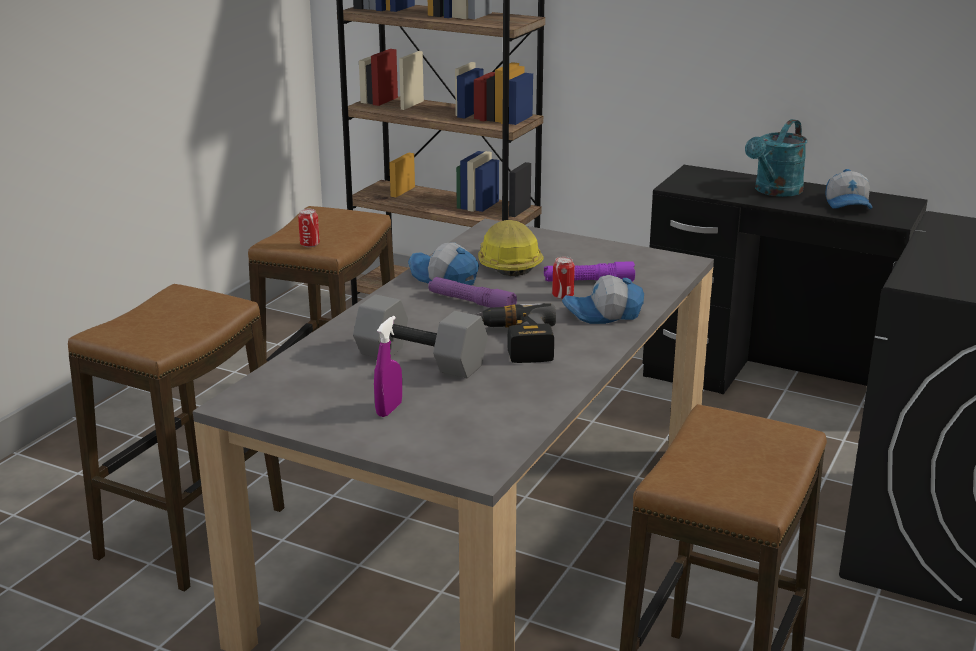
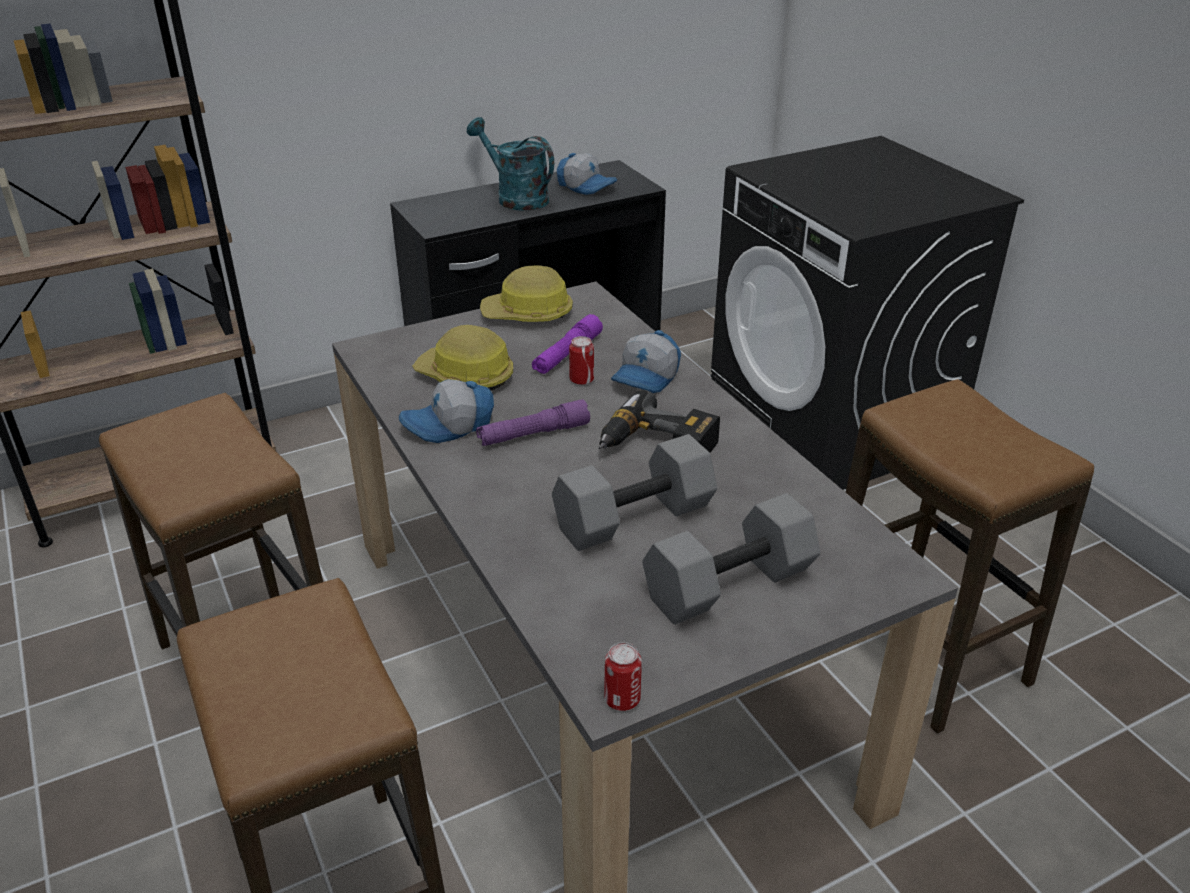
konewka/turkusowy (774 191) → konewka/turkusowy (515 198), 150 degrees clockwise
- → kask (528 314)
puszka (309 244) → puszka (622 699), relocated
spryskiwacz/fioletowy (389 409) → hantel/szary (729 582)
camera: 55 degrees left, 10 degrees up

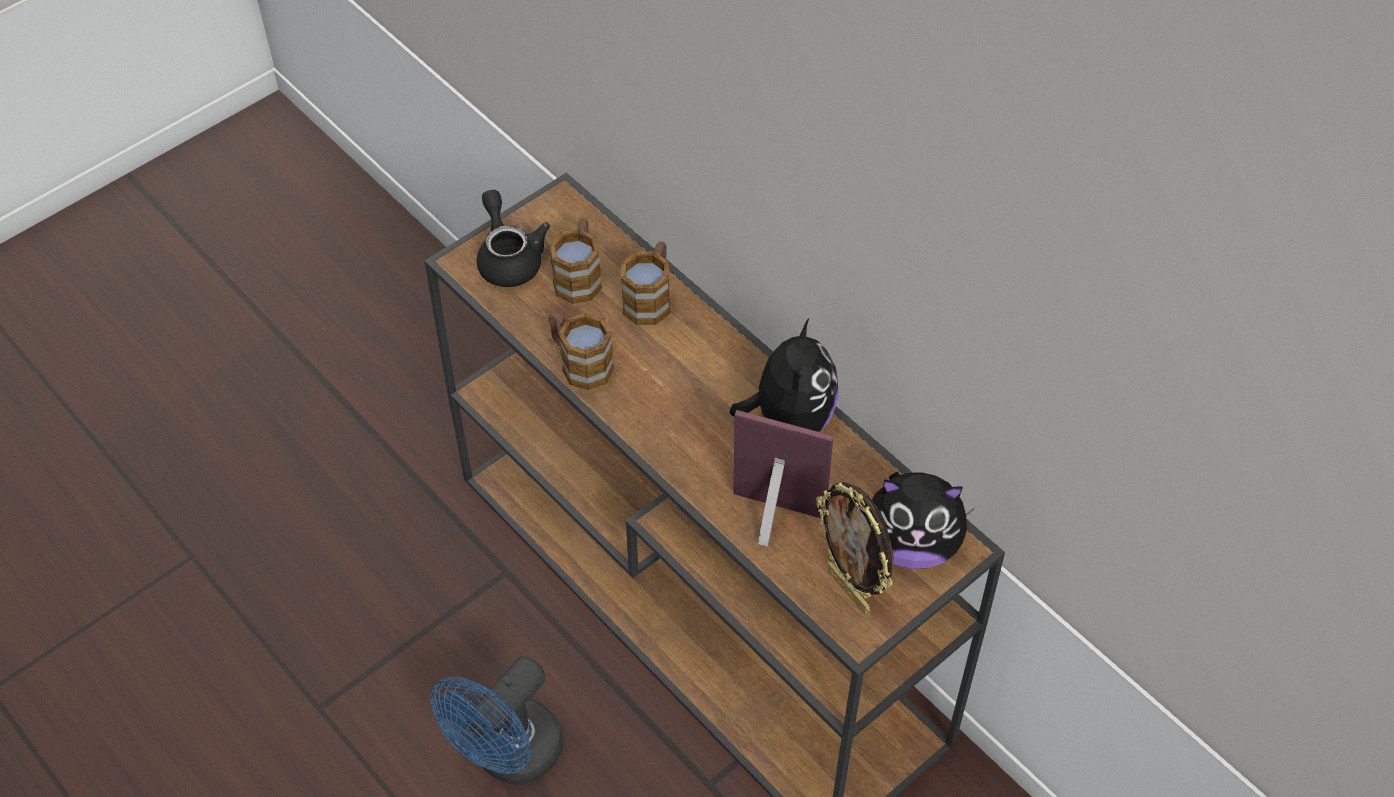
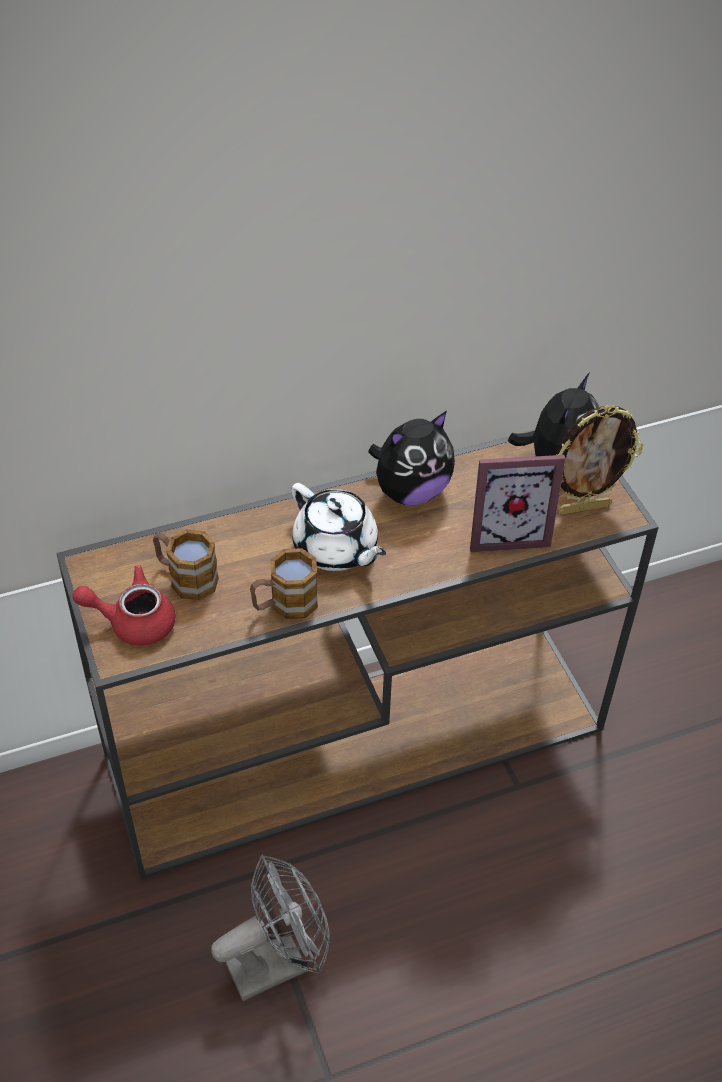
imbryk/czarny (509 257) → imbryk/czerwony (133 621)
- → wentylator/szary (278 962)
- → imbryk/biały (336 549)
pluszak (789 419) → pluszak (410 491), 120 degrees clockwise
ramka na zdjęcie (772 524) → ramka na zdjęcie (506 532), 135 degrees counterclockwise
wentylator/niebieski (509 757) → -
kubek (650 298) → -
camera: 70 degrees left, 5 degrees down

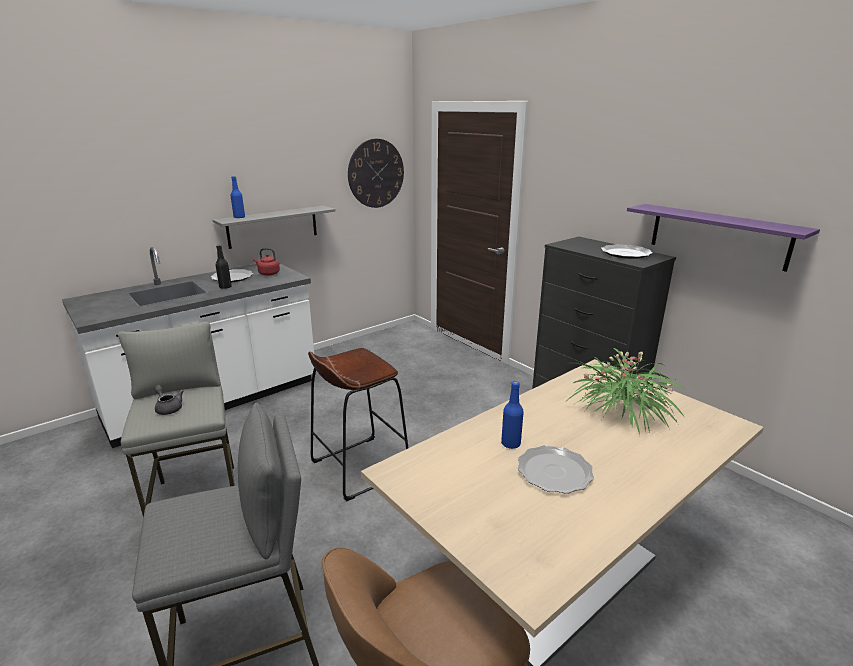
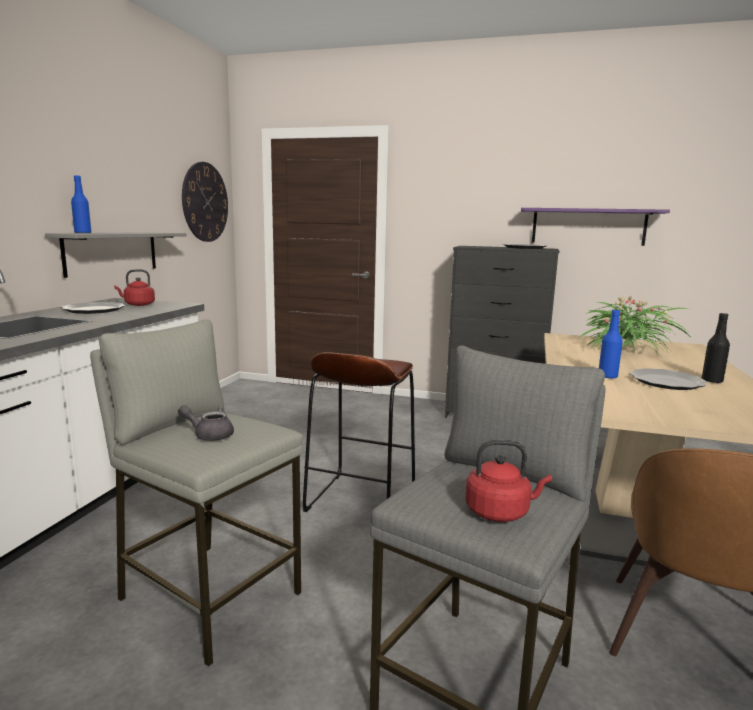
- → czajnik/czerwony (500 512)
butelka/czarny (225 287) → butelka/czarny (712 381), relocated
camera: 35 degrees left, 10 degrees down

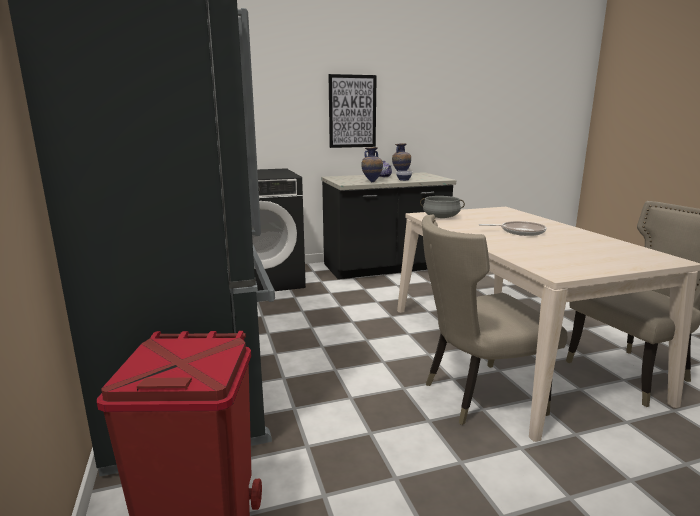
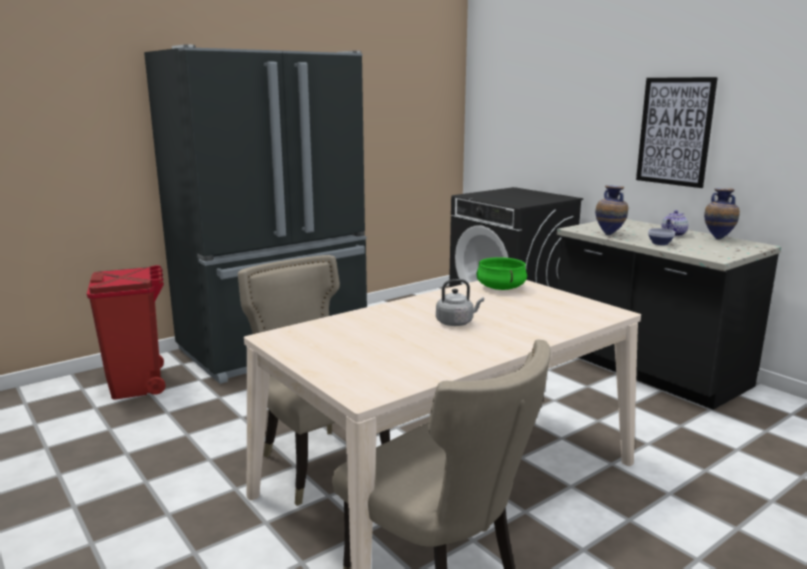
patelnia (519 232) → czajnik/szary (456 322)
garnek/szary (441 217) → garnek/zielony (501 288)
camera: 70 degrees right, 0 degrees up

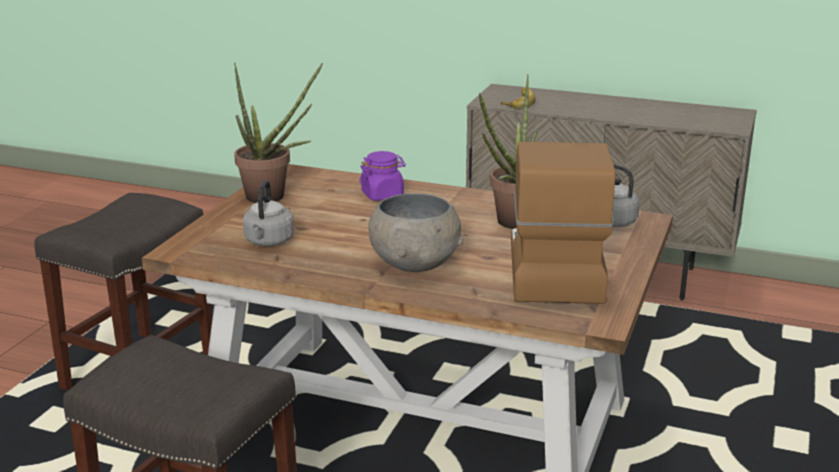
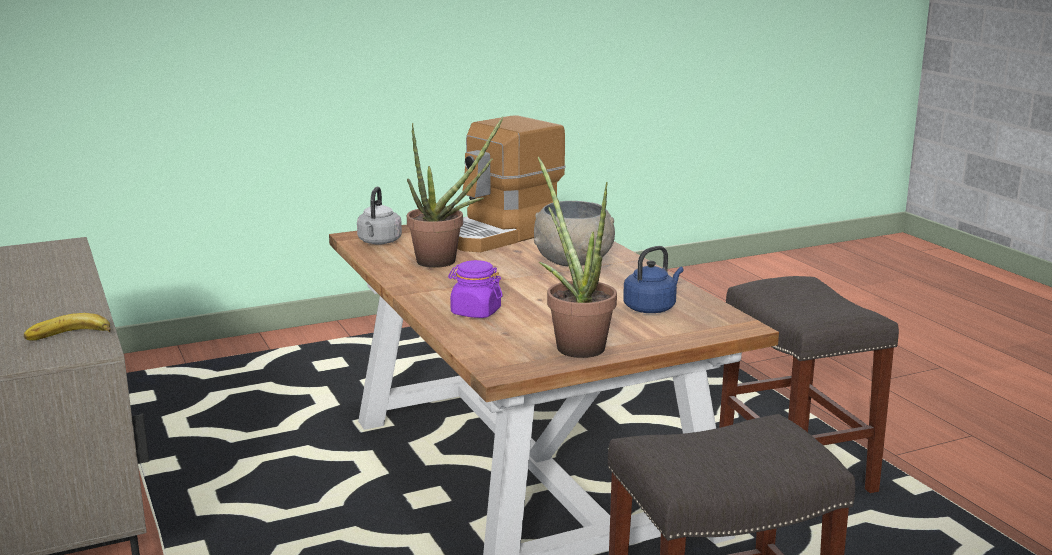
czajnik/szary (268 242) → czajnik/niebieski (651 308)
camera: 135 degrees left, 5 degrees down

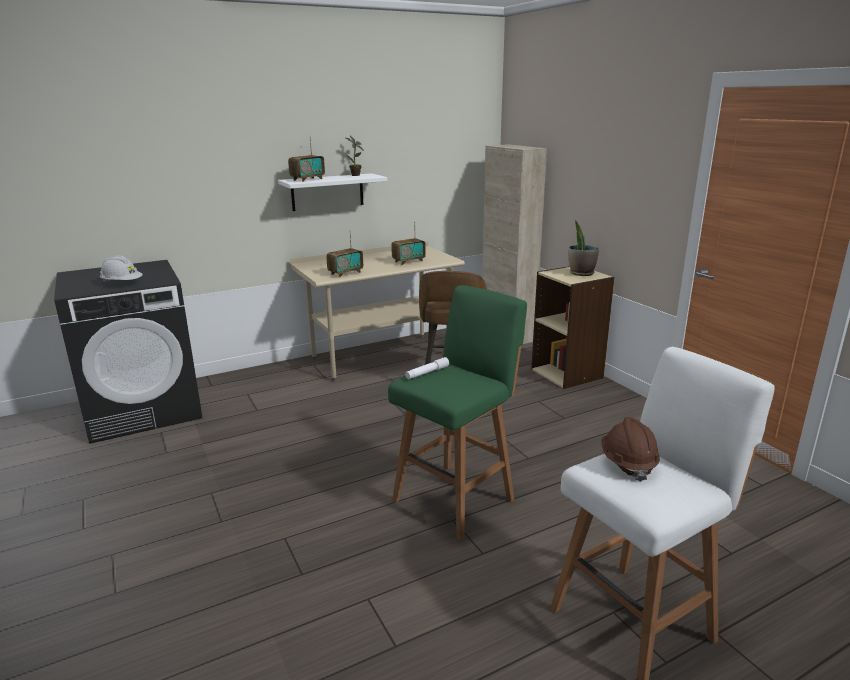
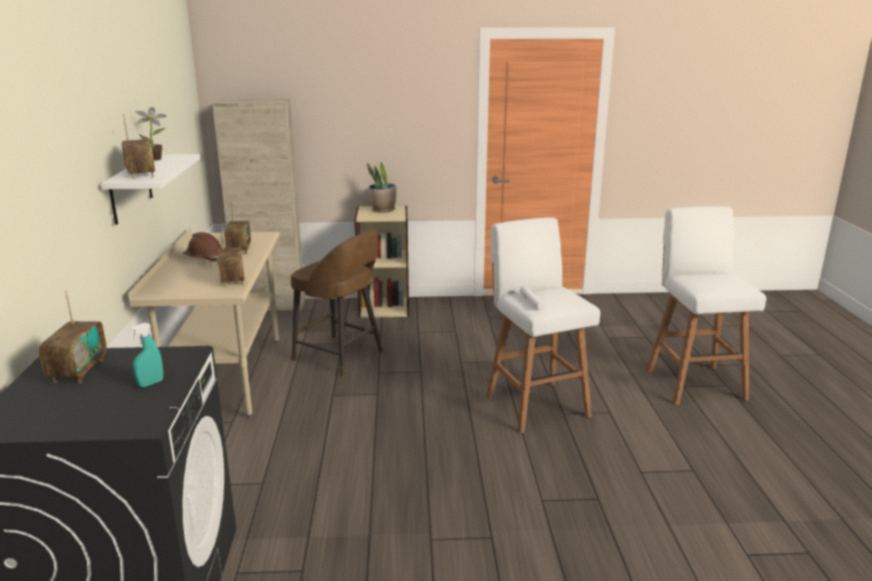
- → radio (78 371)
kask/biały (122 283) → spryskiwacz/turkusowy (150 383)
kask/brązowy (627 463) → kask/brązowy (204 260), relocated
stołek/zielony (456 498) → stołek/biały (535 404)
camera: 65 degrees left, 0 degrees up

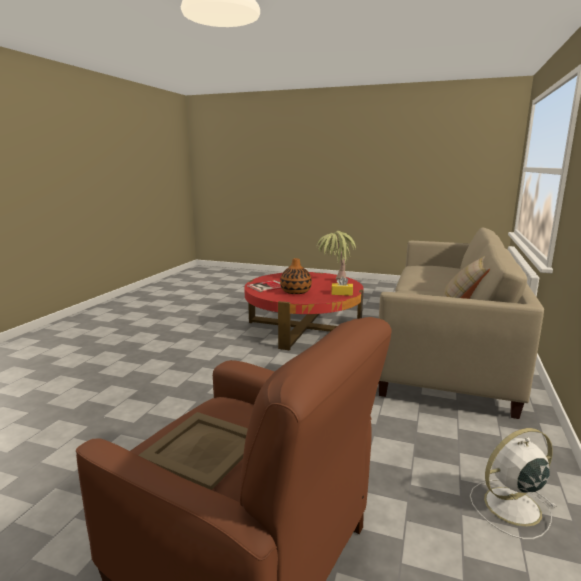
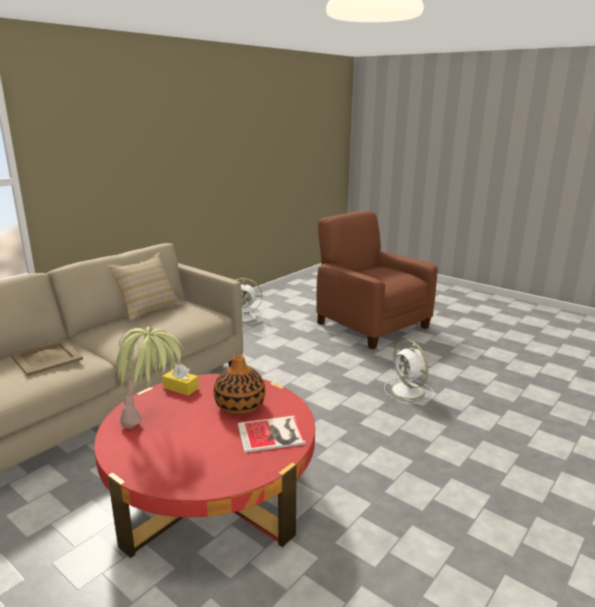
taca/beżowy (204 447) → taca/beżowy (46 358), relocated
- → wentylator/biały (408 391)
camera: 160 degrees left, 5 degrees up

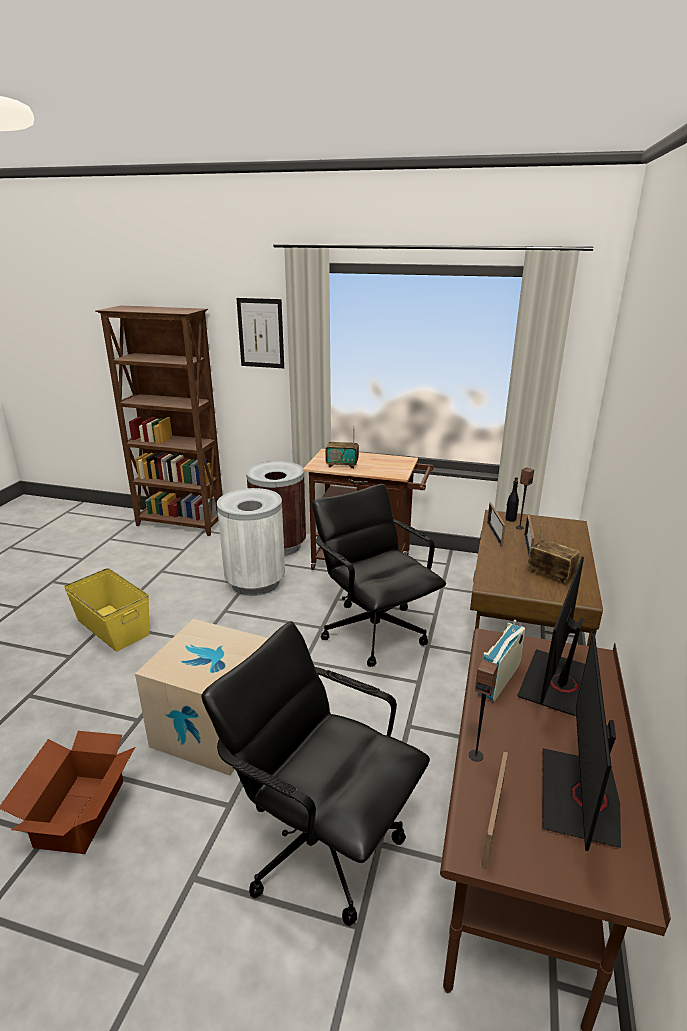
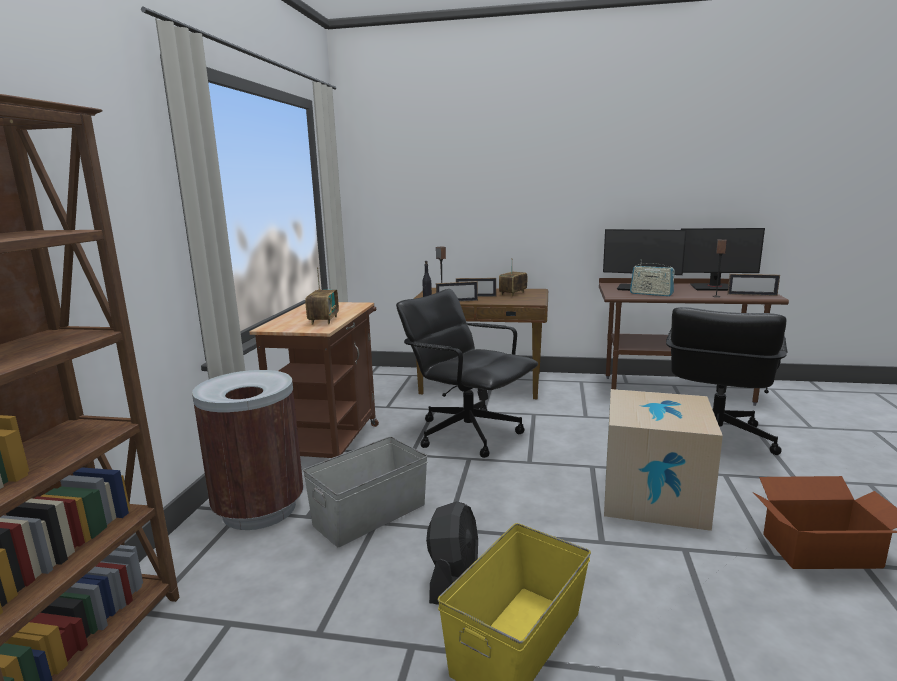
kosz na śmieci/biały (255 582) → pojemnik do przechowywania/szary (371 514)
krzesło biurowe/czarny (374 631) → krzesło biurowe/czarny (467 433), 75 degrees clockwise
- → wentylator/czarny (453 578)
obraz (261 333) → -
camera: 95 degrees left, 10 degrees down

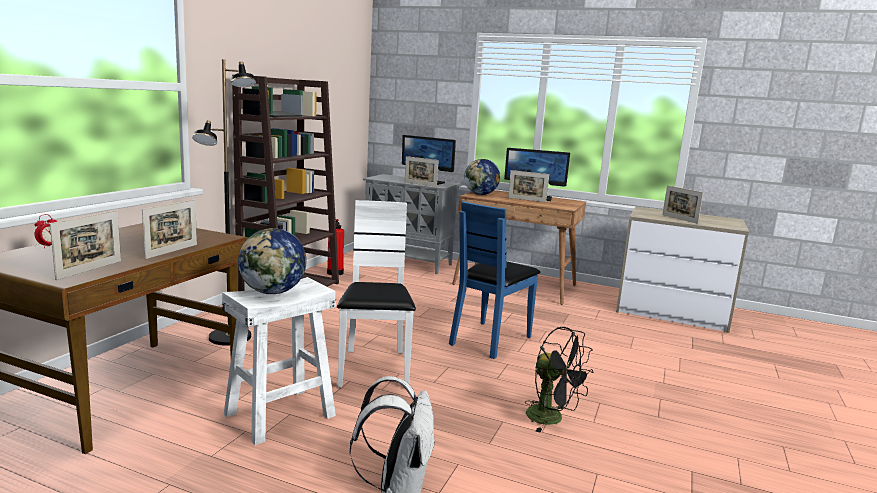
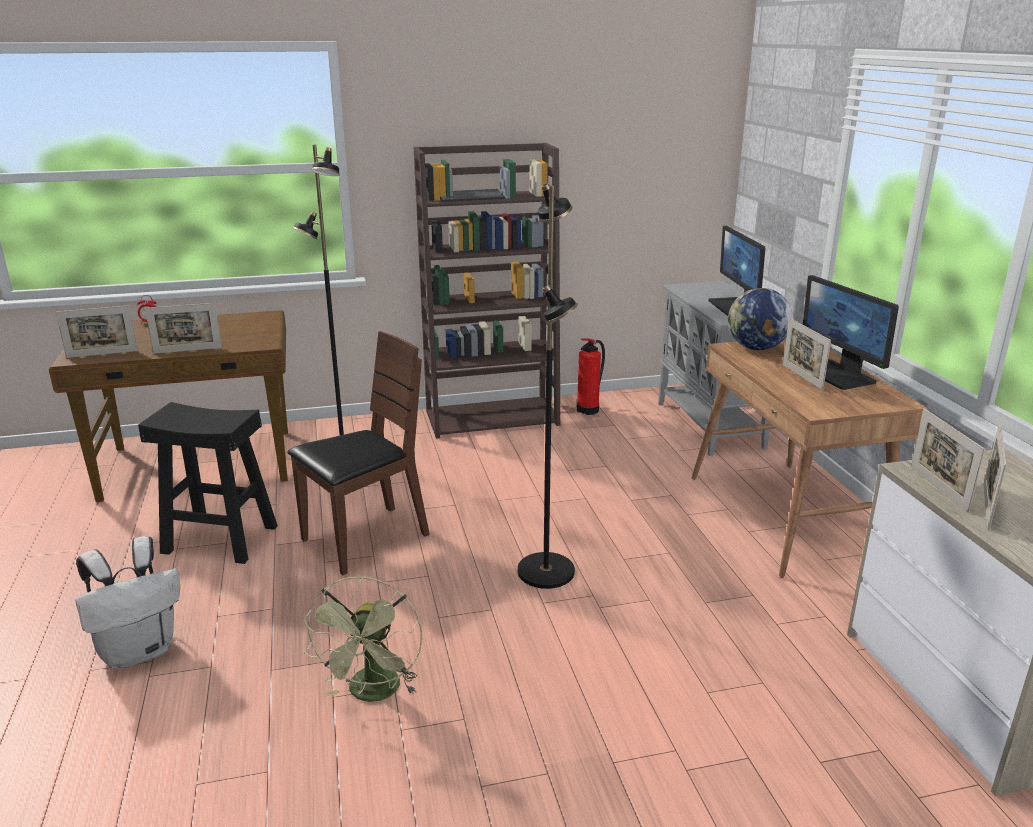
stołek/biały (280 415) → stołek/czarny (219 539)
krzesło/biały (374 369) → krzesło/brązowy (365 539)
wentylator/czarny (552 419) → wentylator/zielony (373 694)
krzesło/niebieski (490 340) → lampa stojąca/czarny (547 571)
ramka na zdjęcie (420 184) → ramka na zdjęcie (938 488), relocated
globus (273 292) → -
camera: 55 degrees right, 10 degrees up

